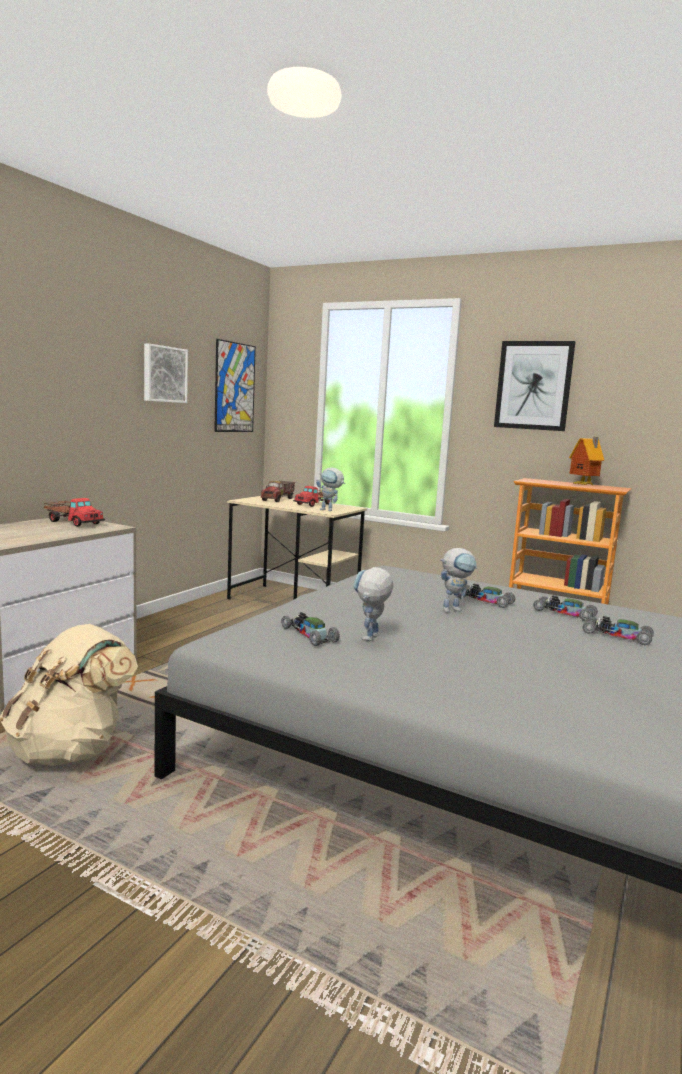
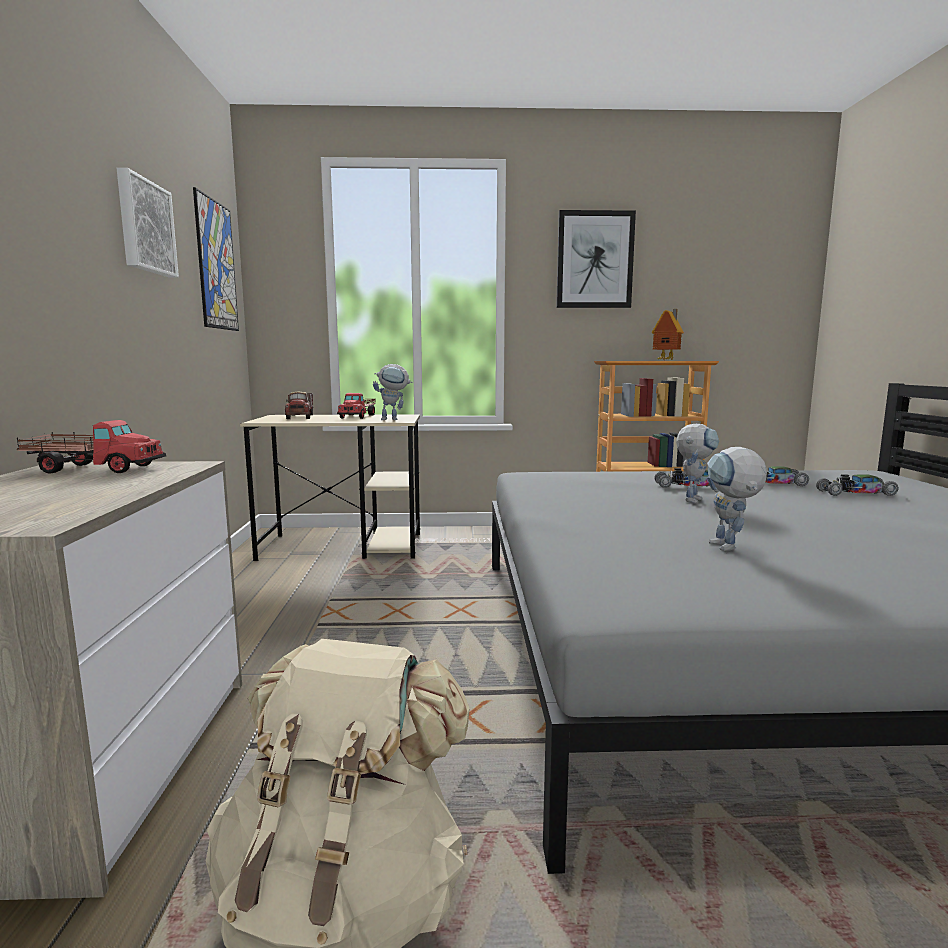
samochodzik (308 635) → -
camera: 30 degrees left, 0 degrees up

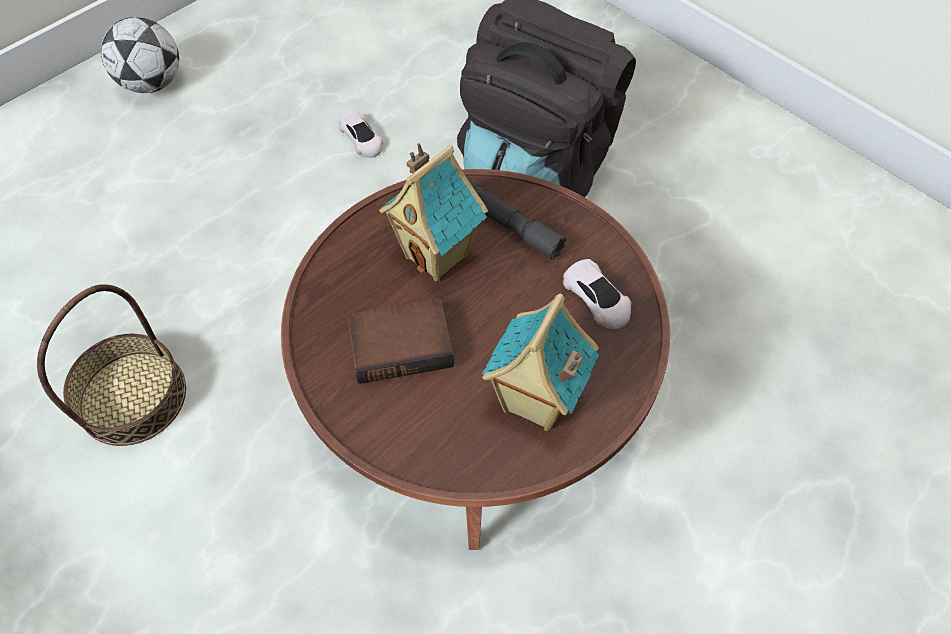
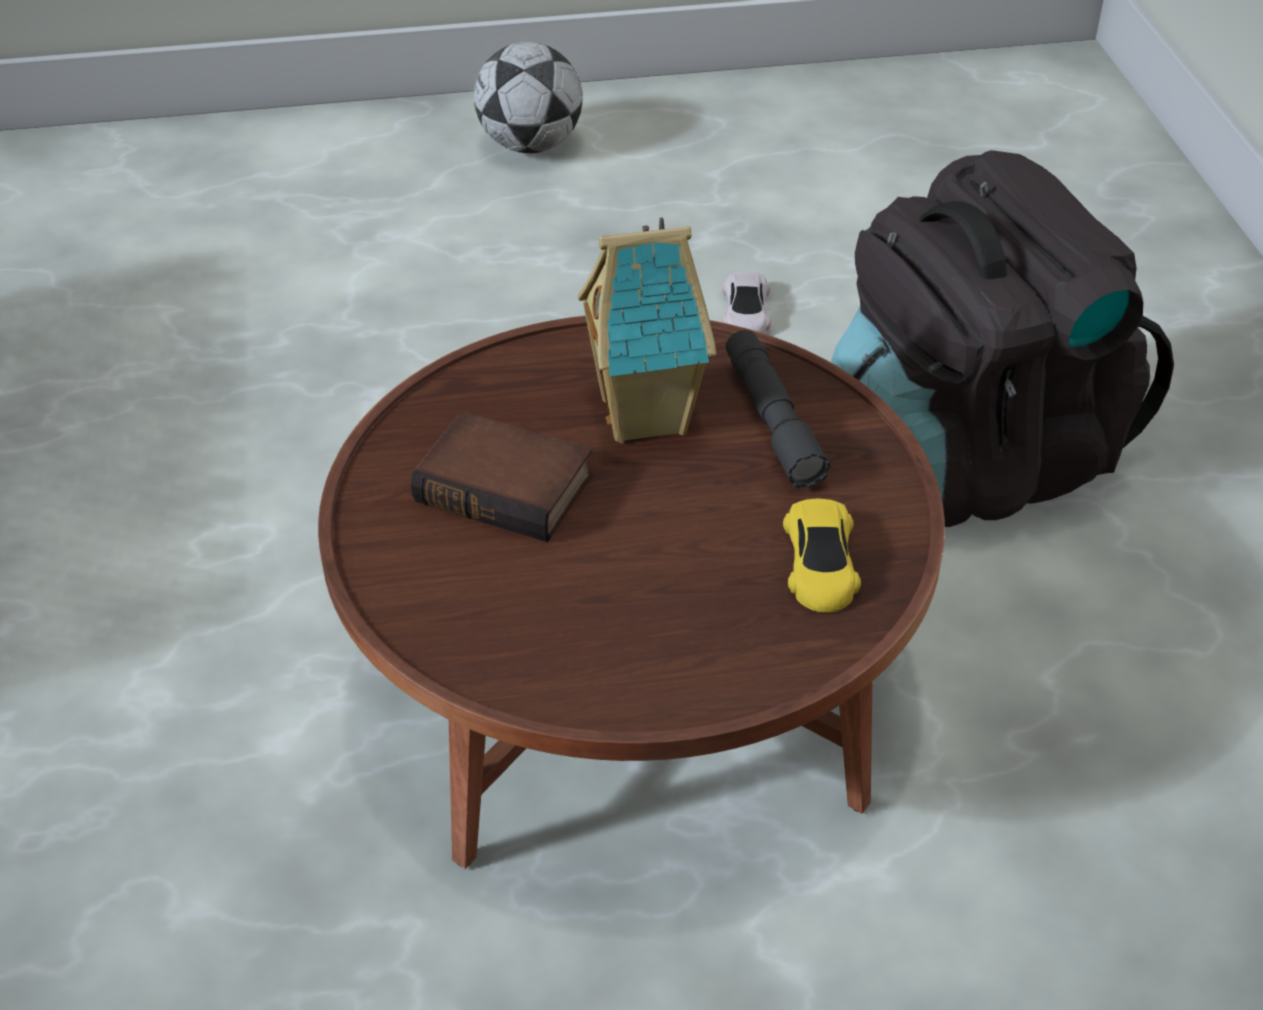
samochodzik/biały (597 298) → samochodzik/żółty (820 563)
koszyk (132 397) → -
domek (534 402) → -
camera: 35 degrees right, 15 degrees down

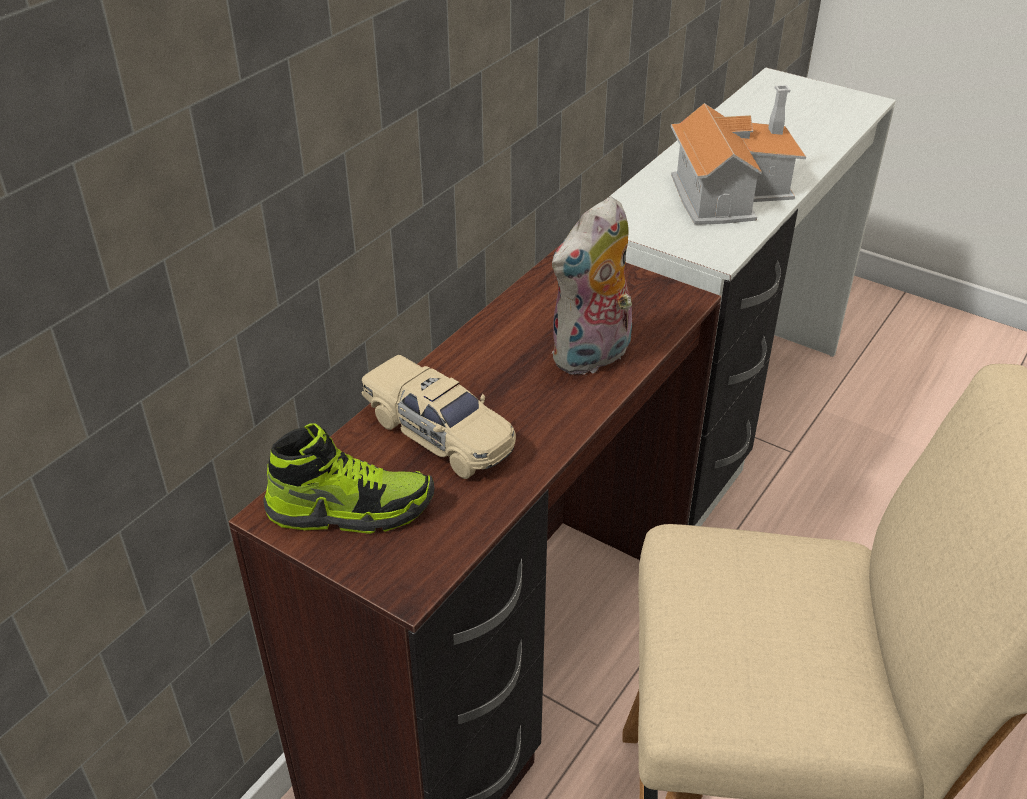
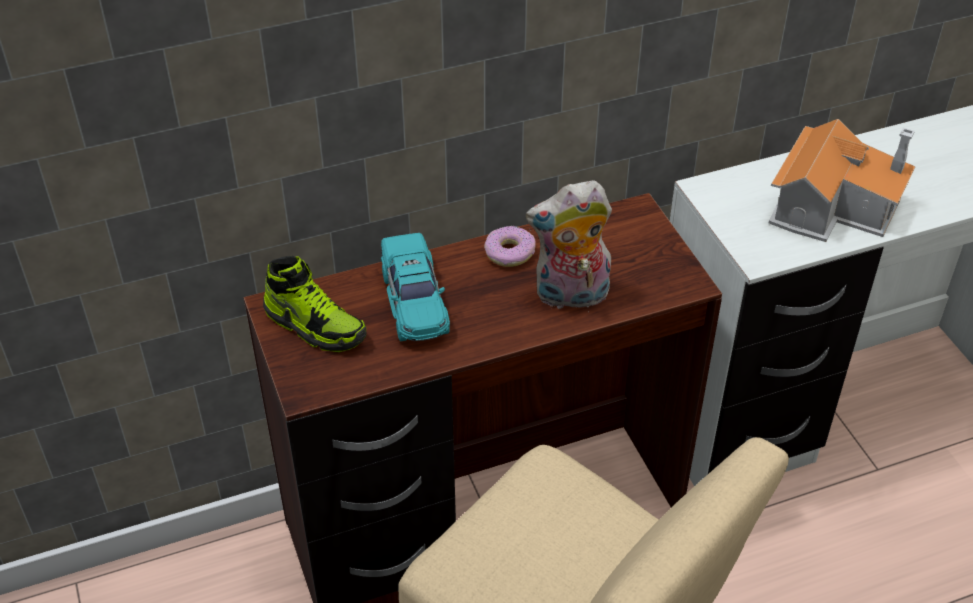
samochodzik/beżowy (439 434) → samochodzik/turkusowy (414 302)
- → donut (509 252)
camera: 35 degrees right, 5 degrees up

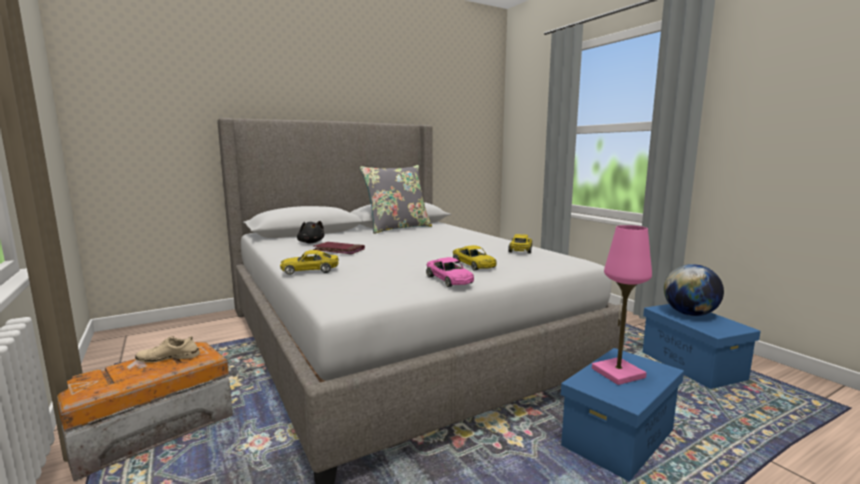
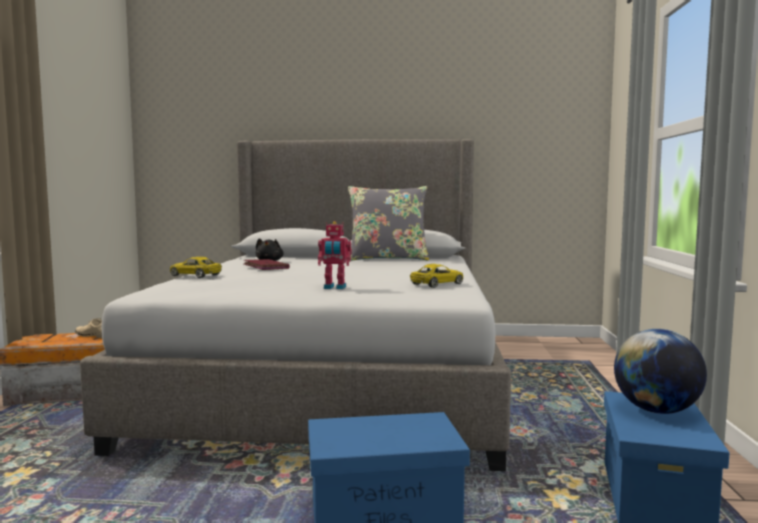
samochodzik/żółty (473 265) → robot zabawkowy (334 288)
samochodzik/różowy (449 279) → -
lampa stołowa/różowy (618 373) → -
camera: 35 degrees right, 5 degrees down

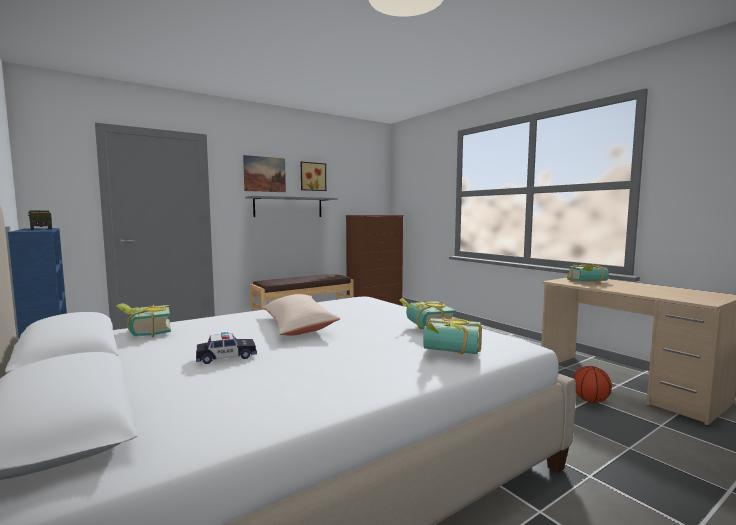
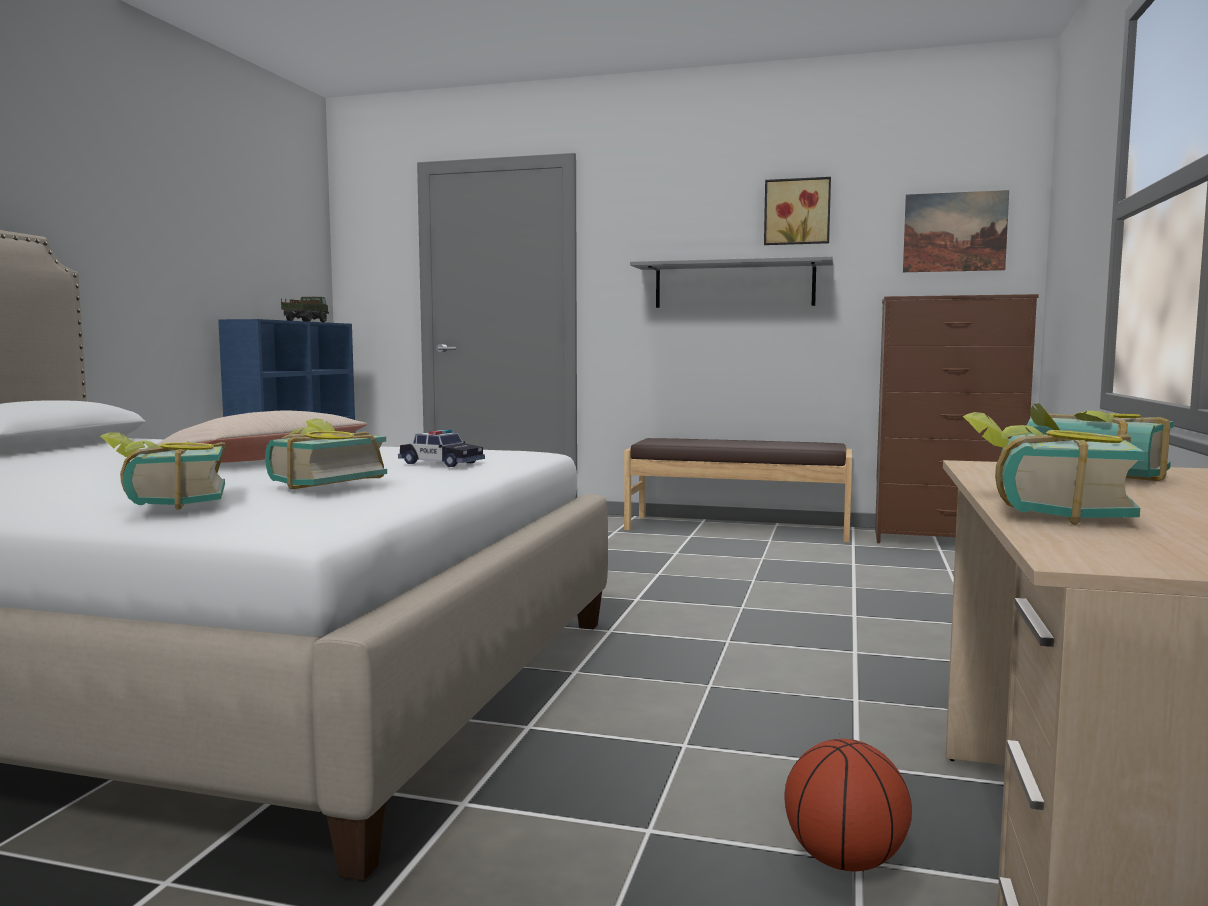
samochodzik (226 357) → samochodzik (441 463), relocated
obraz (265 174) → obraz (954 232), relocated
książka (145 332) → książka (1042 510), relocated
camera: 50 degrees right, 0 degrees up

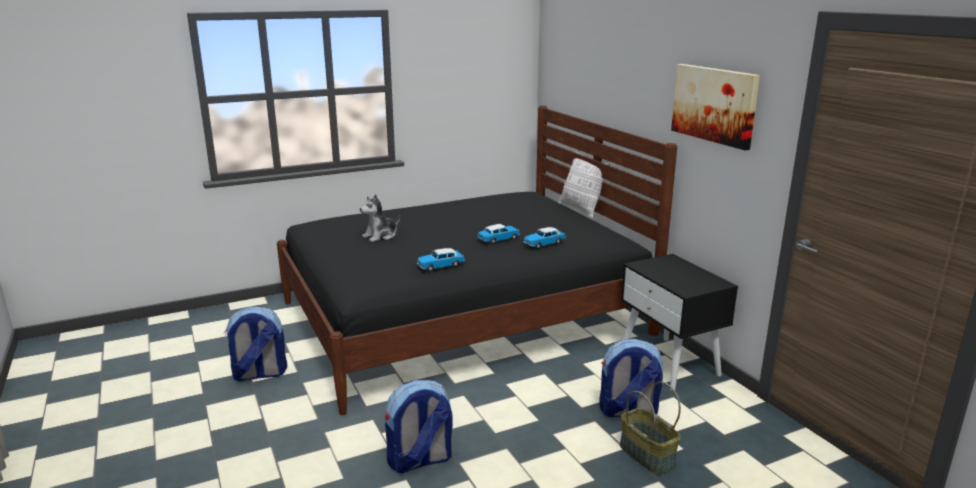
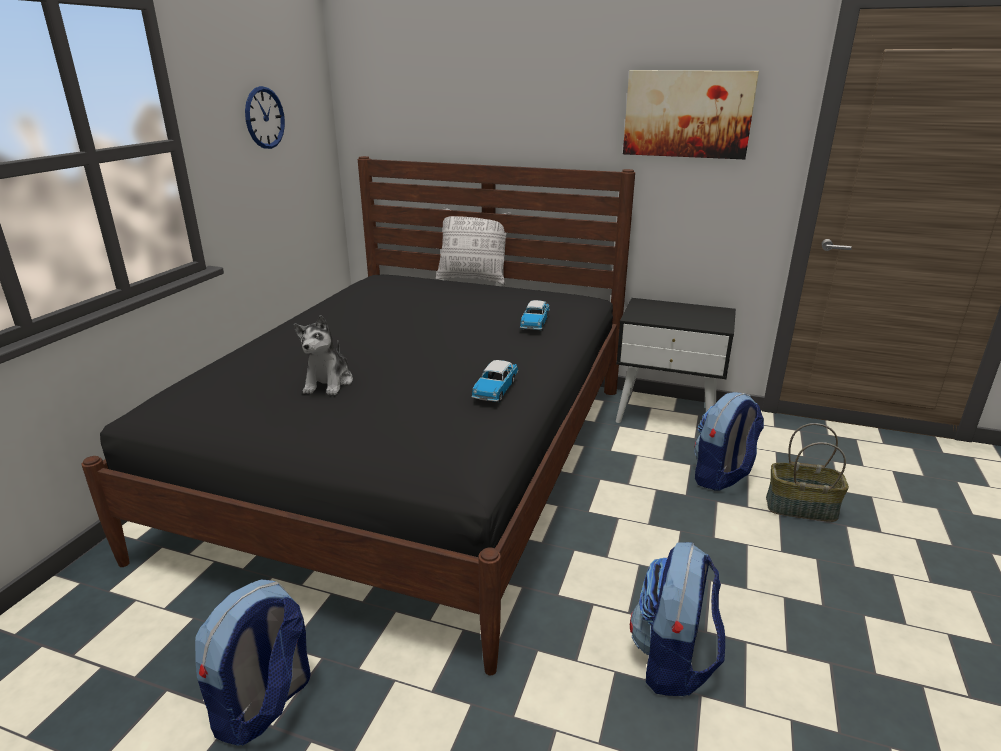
- → zegar ścienny (264 118)
samochodzik (499 239) → -
camera: 45 degrees left, 5 degrees up

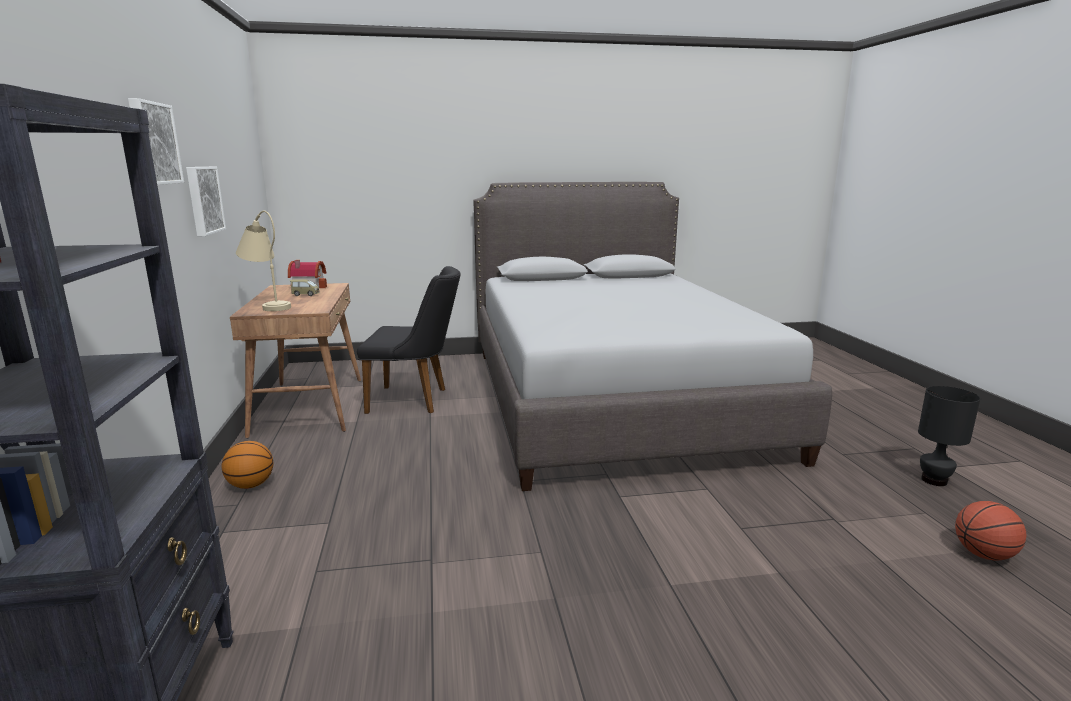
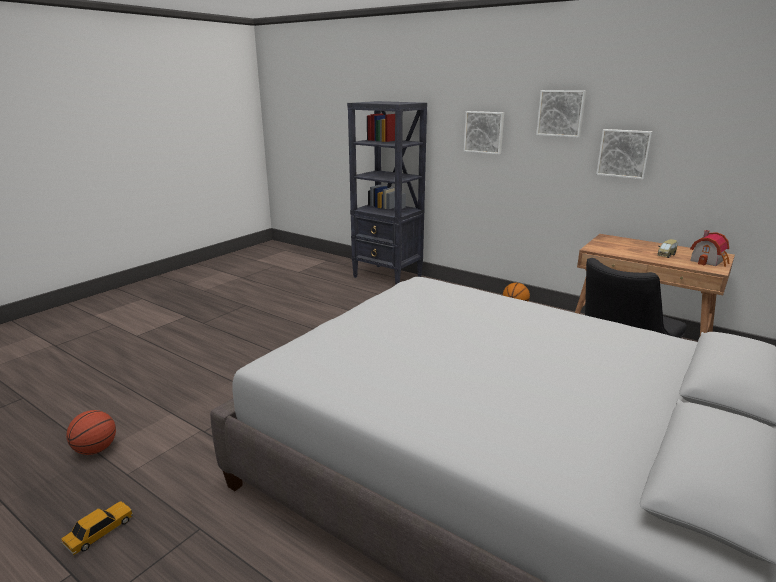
lampa stołowa/czarny (934 480) → samochodzik (100 532)
- → obraz (484 132)
lampa stołowa/beżowy (268 305) → -
camera: 135 degrees right, 5 degrees up

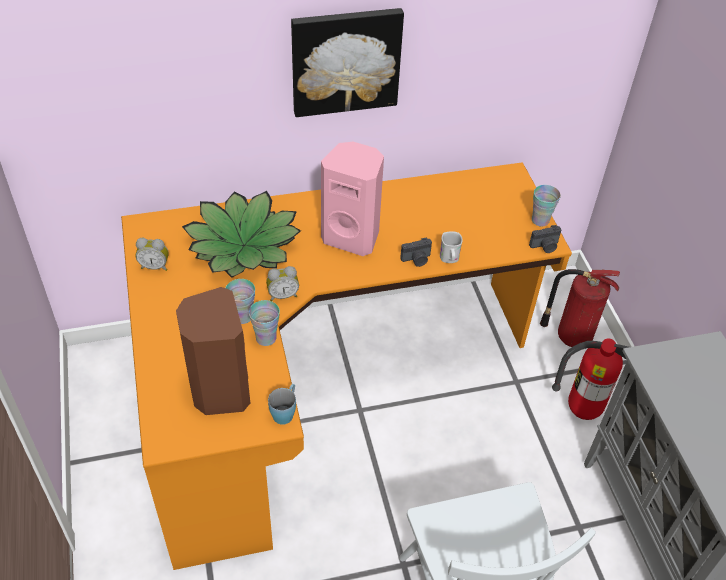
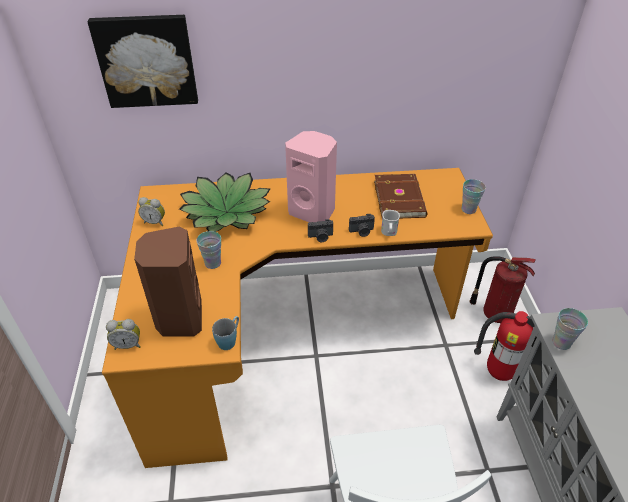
obraz (345 60) → obraz (147 61), relocated
budzik (283 295) → budzik (128 344), relocated
aparat fotograficzny (545 246) → aparat fotograficzny (320 237), relocated
- → książka/brązowy (400 198)
filiżanka (266 338) → filiżanka (561 342), relocated
camera: 10 degrees right, 5 degrees down

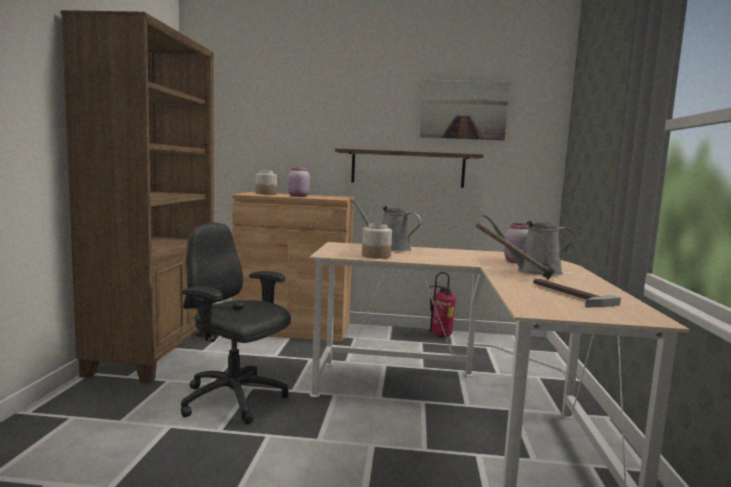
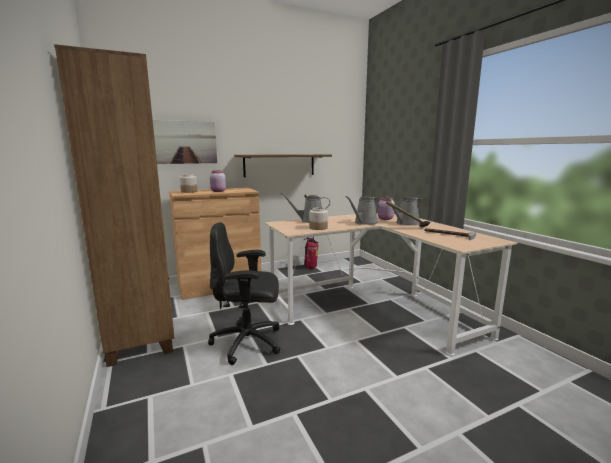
obraz (463 110) → obraz (184 142), relocated
- → konewka/szary (364 223)
camera: 30 degrees left, 5 degrees up

